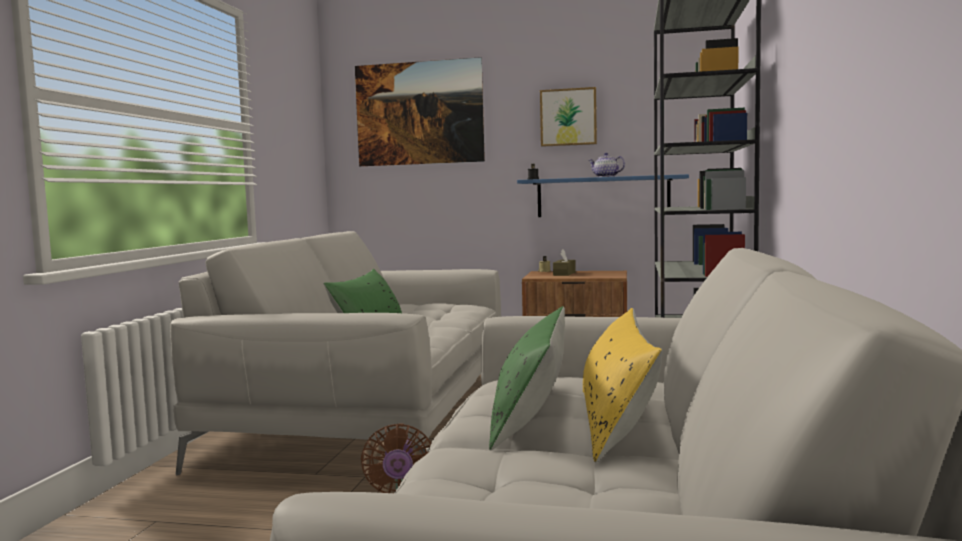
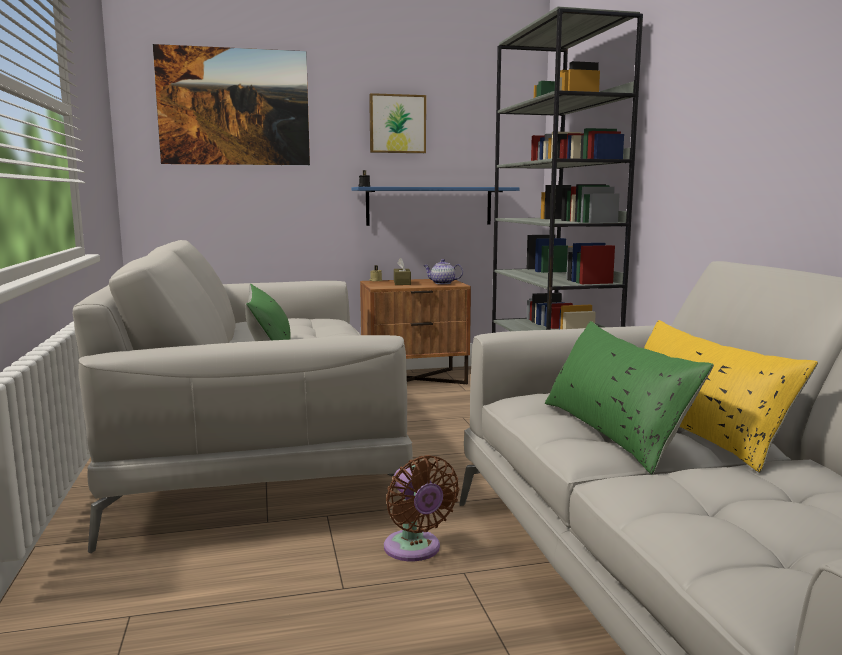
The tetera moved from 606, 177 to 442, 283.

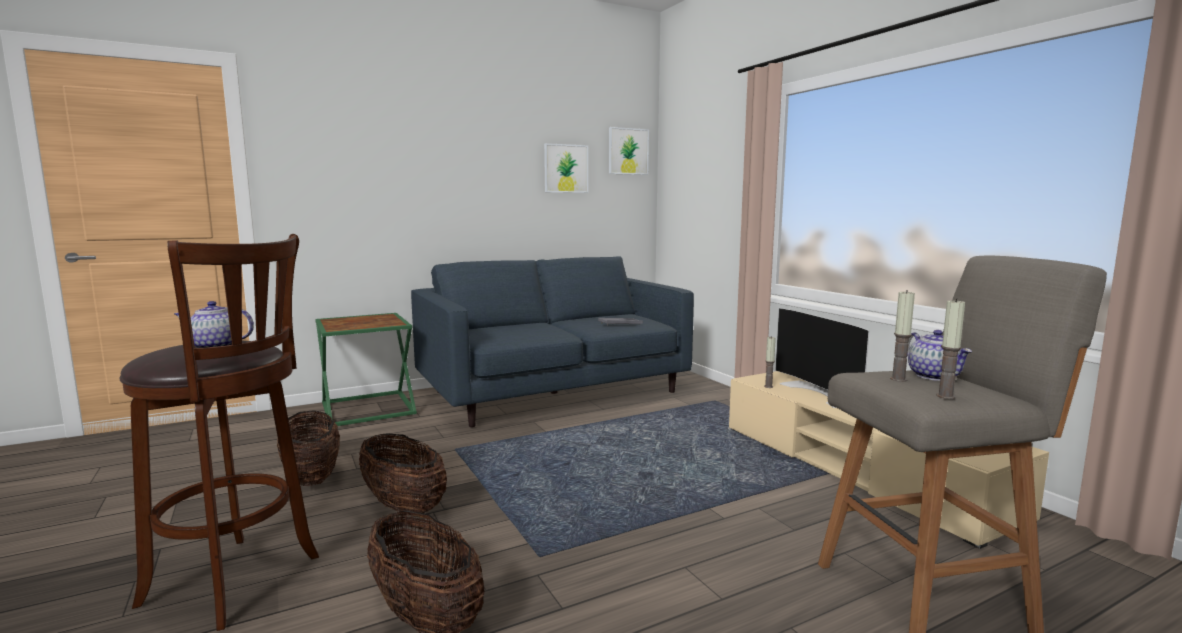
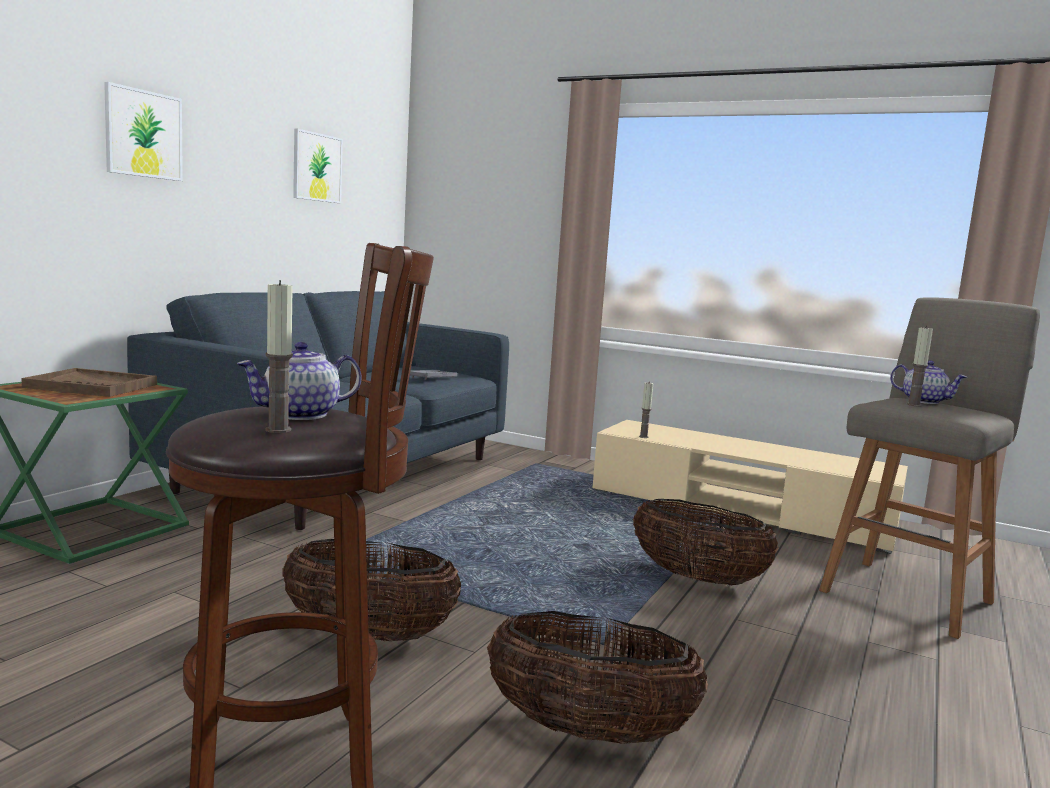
The bandeja [marrón] at 92, 386 appeared.
The cuadro moved from 628, 151 to 143, 134.
The vela moved from 945, 396 to 278, 430.
The cesta moved from 312, 477 to 698, 578.
The televisor at 822, 393 disappeared.

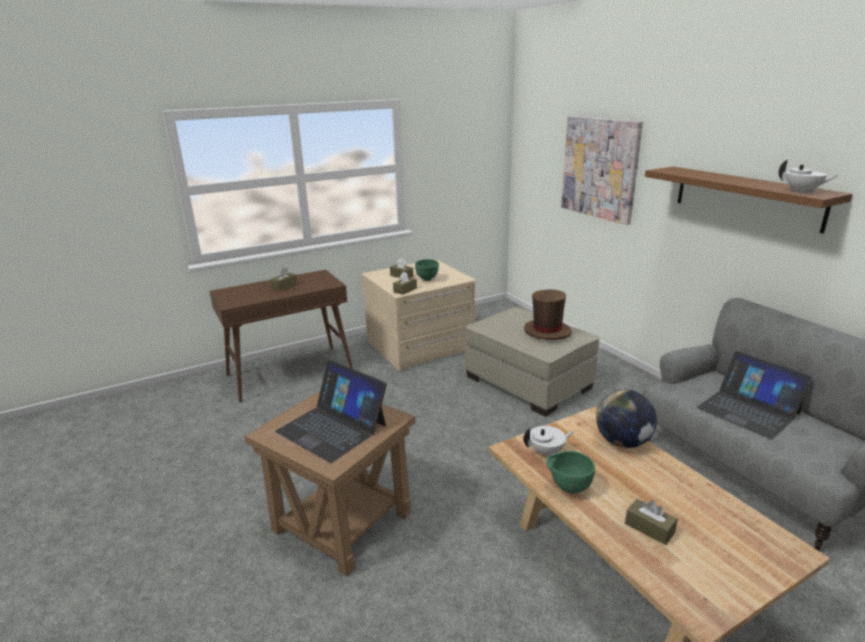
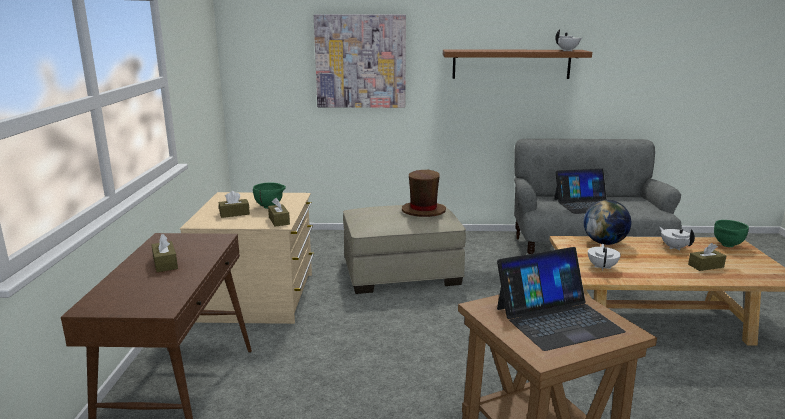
The tetera [blanco] at 674, 247 appeared.
The cuenco [verde] moved from 568, 488 to 727, 246.

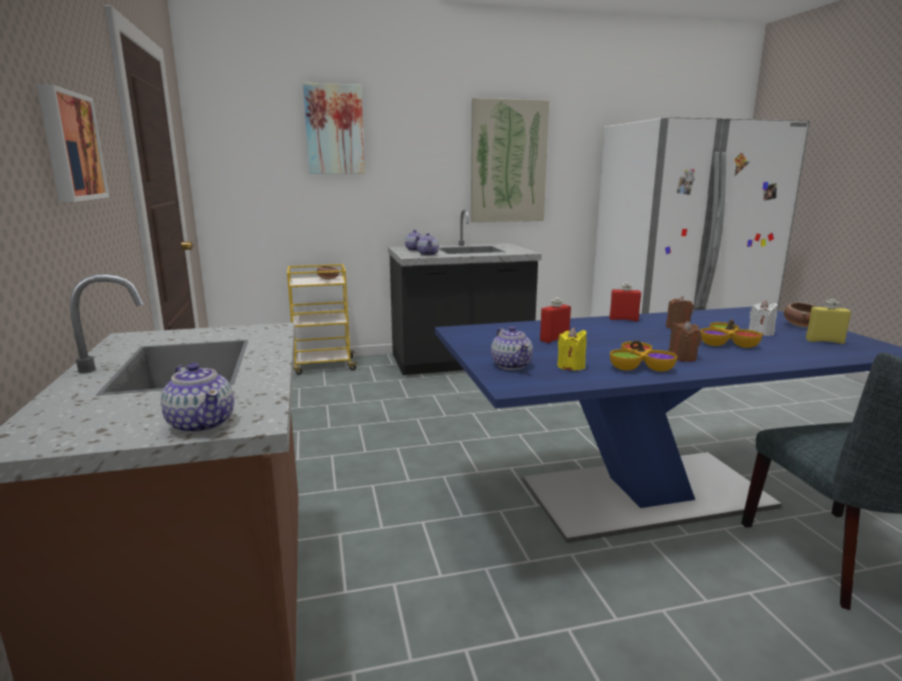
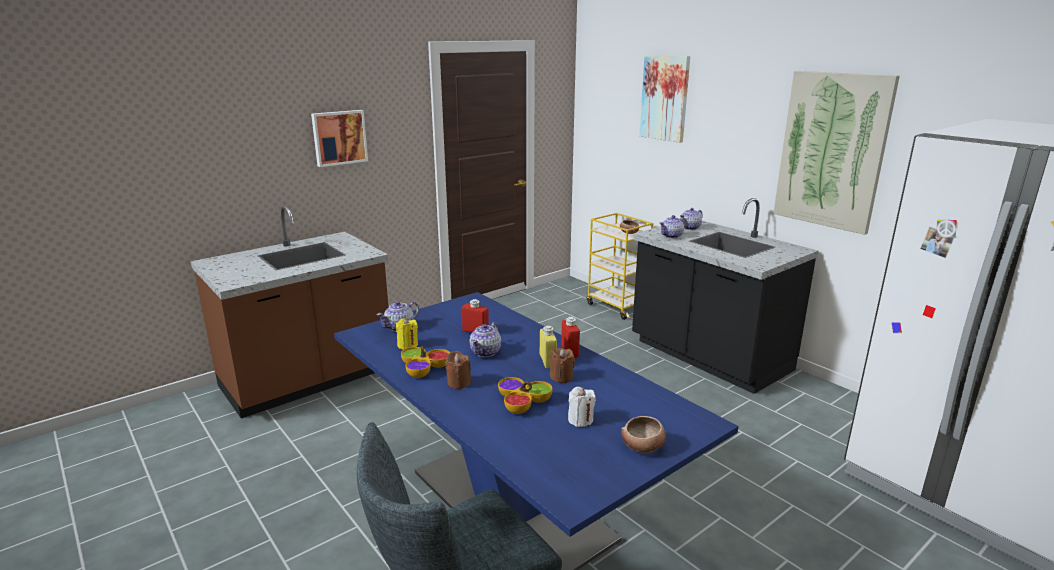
The tetera moved from 201, 423 to 486, 352.
The botella [amarillo] moved from 824, 341 to 547, 361.

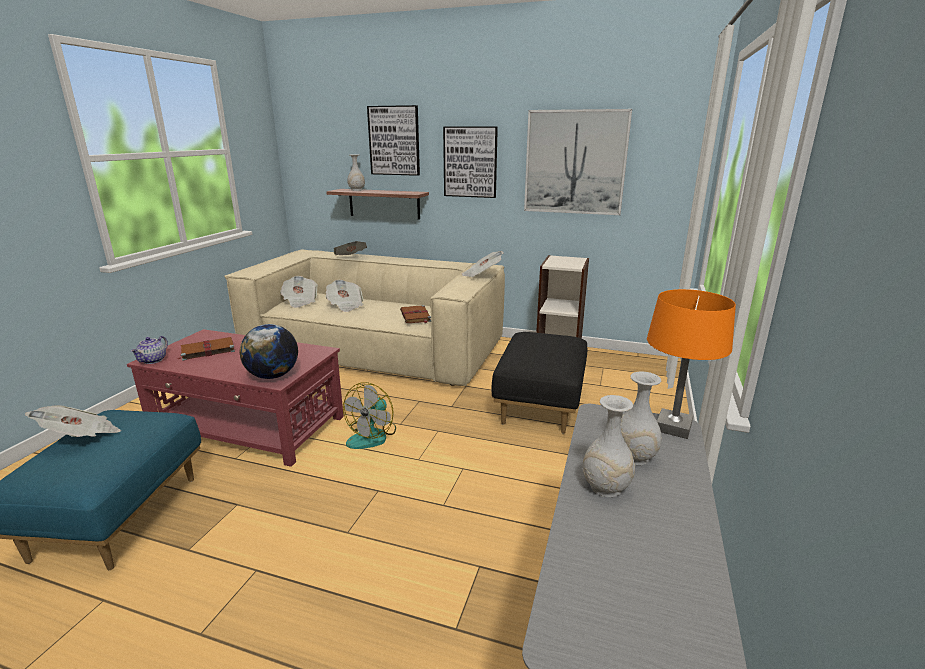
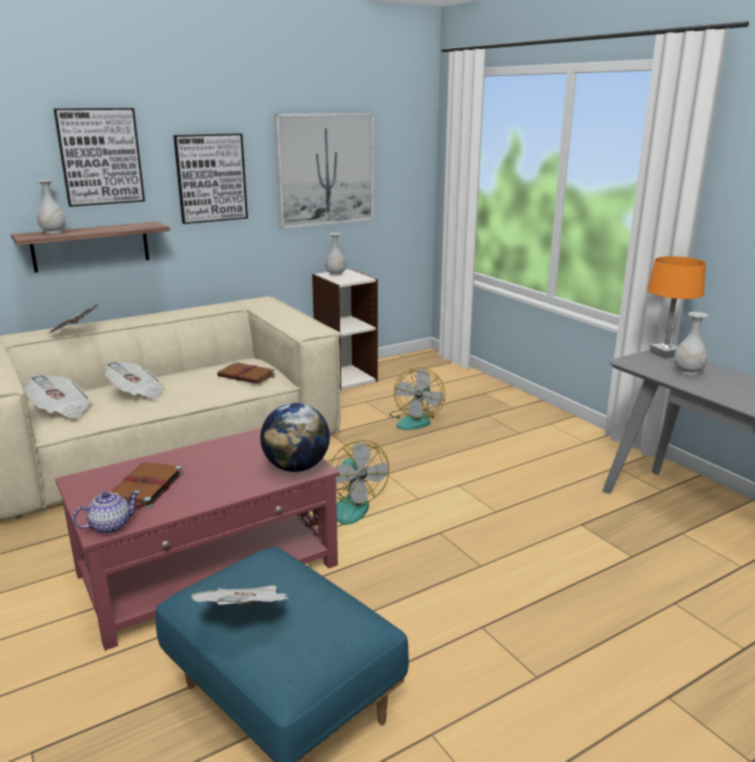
The tetera at 153, 360 turned 90 degrees counterclockwise.
The florero [blanco] moved from 605, 487 to 335, 274.
The puf [negro] at 540, 406 was replaced by the ventilador at 415, 420.
The periódico at 482, 275 disappeared.

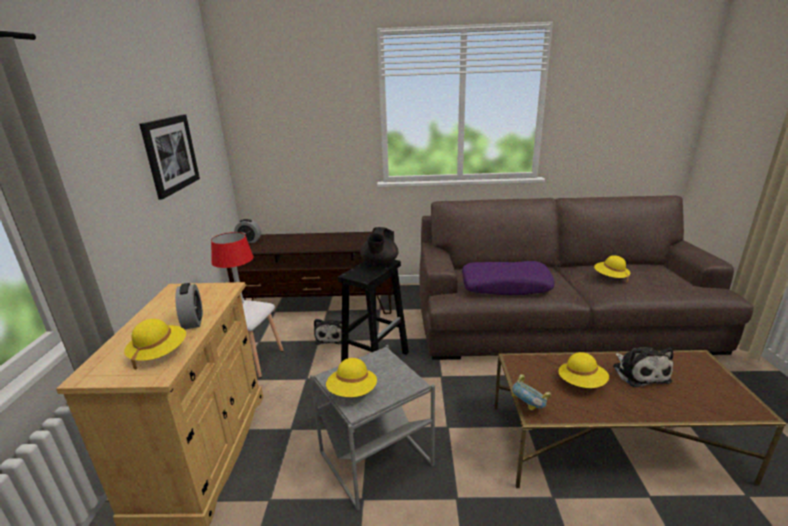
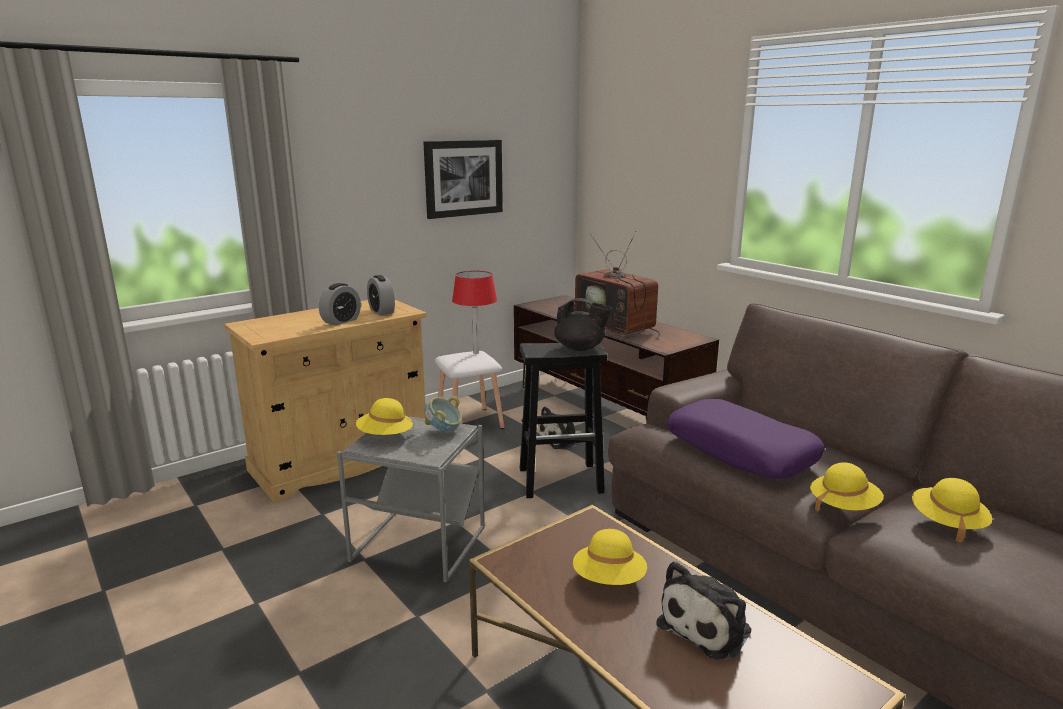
The despertador moved from 249, 241 to 381, 311.
The cuenco moved from 528, 407 to 443, 431.
The tetera [negro] at 379, 263 turned 135 degrees counterclockwise.
The televisor at 618, 328 appeared.
The sombrero [amarillo] moved from 159, 353 to 843, 506.

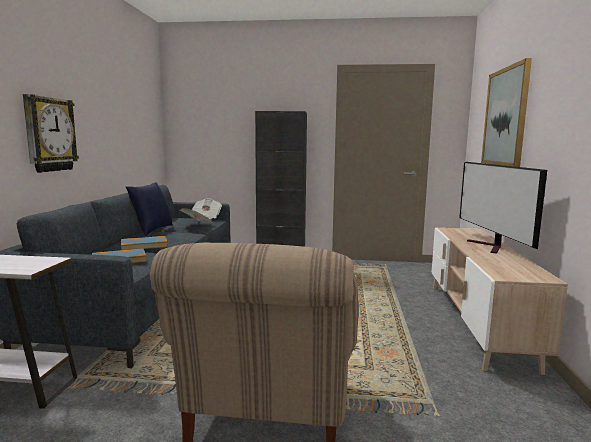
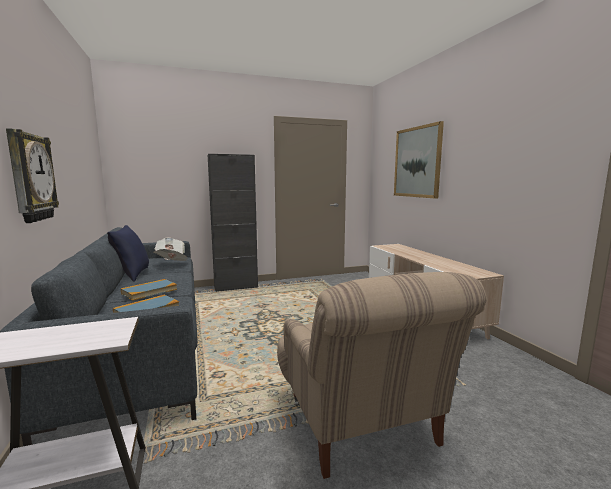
The televisor at 490, 247 disappeared.

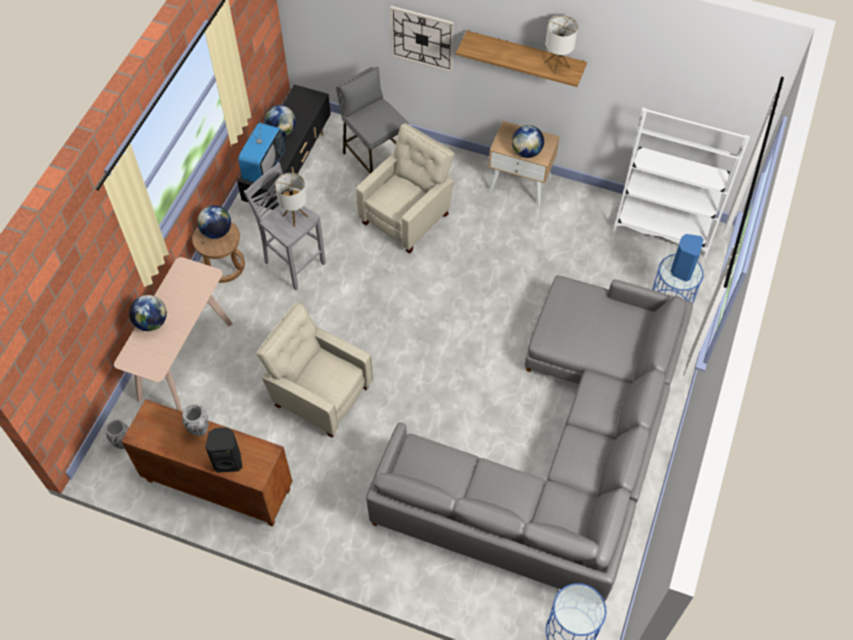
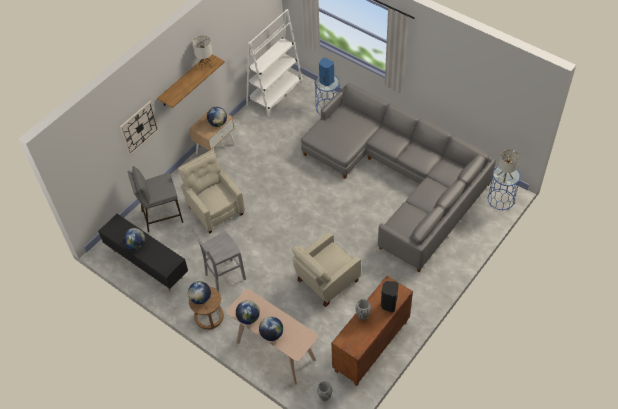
The globo terráqueo at 248, 318 appeared.
The lámpara de mesa moved from 295, 216 to 505, 177.
The televisor at 263, 166 disappeared.

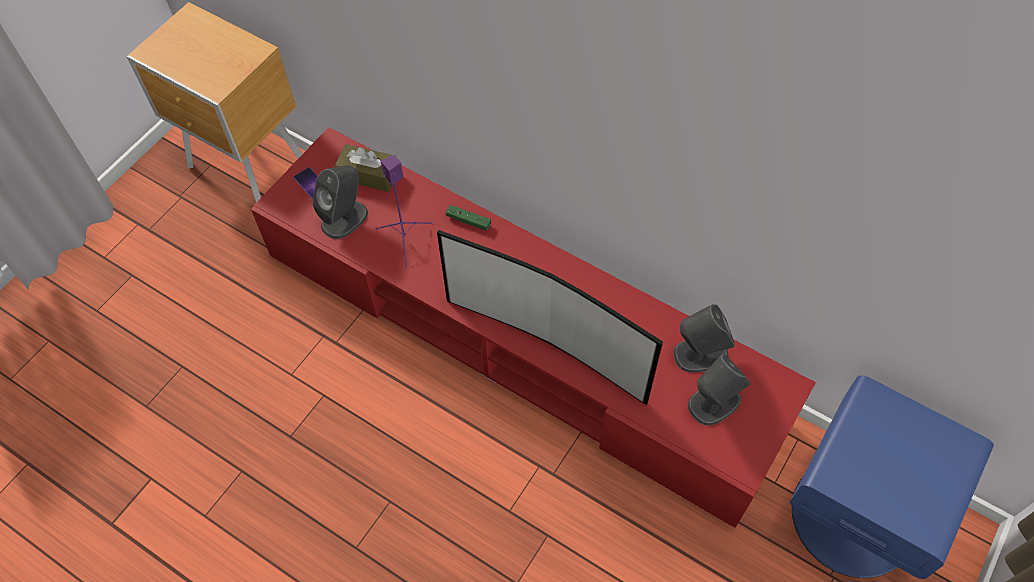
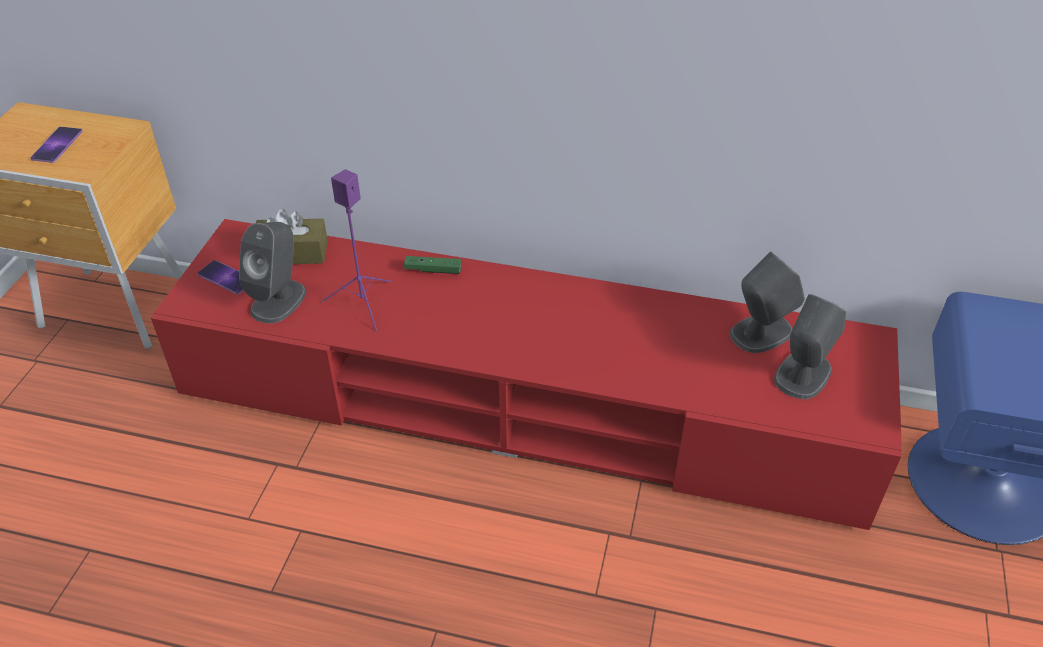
The móvil at 57, 145 appeared.
The televisor at 548, 343 disappeared.

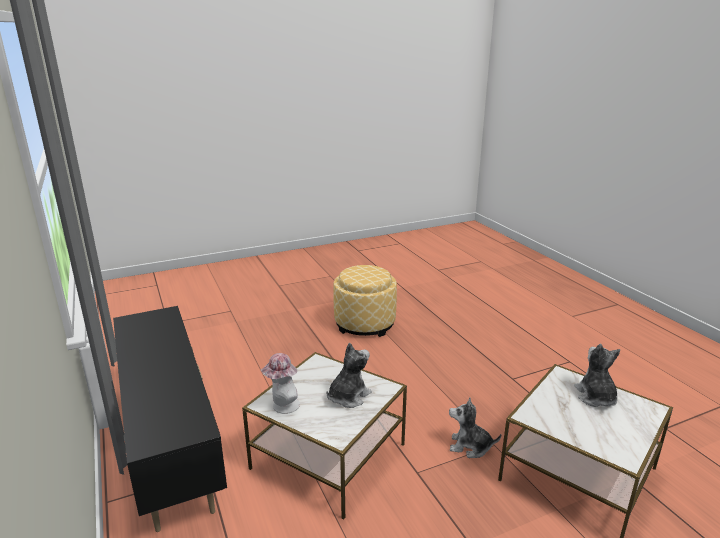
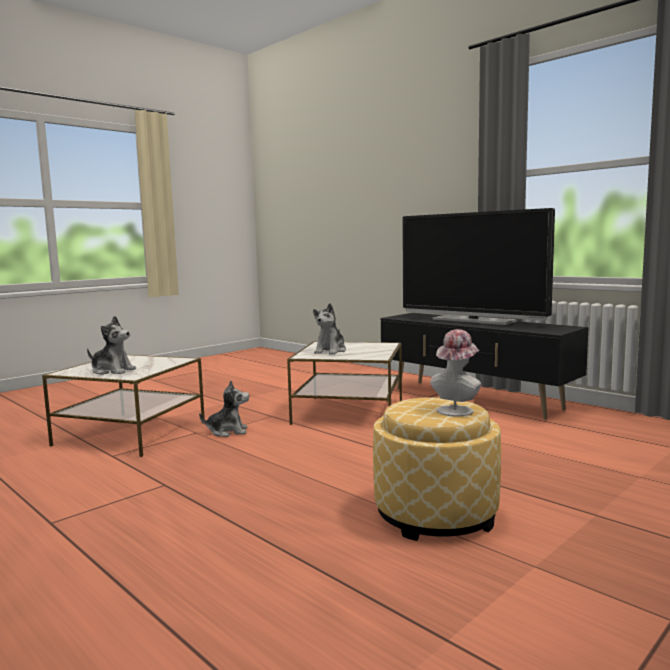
The peluche at 595, 397 turned 45 degrees counterclockwise.
The televisor at 473, 320 appeared.
The sombrero moved from 282, 406 to 457, 409.

